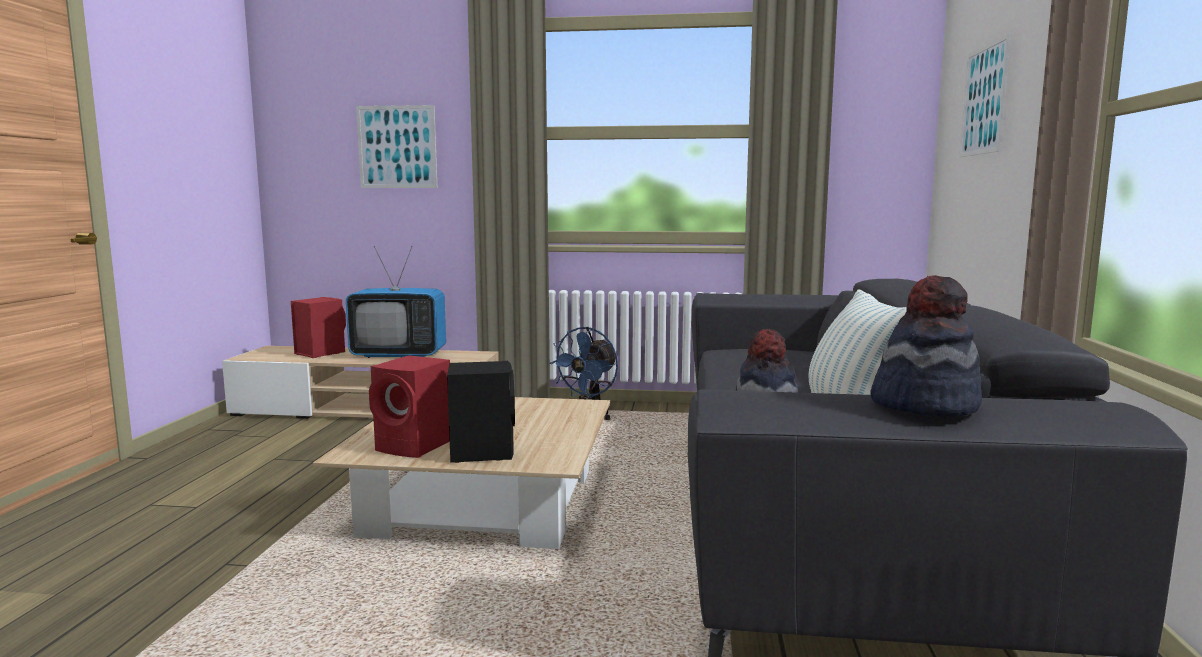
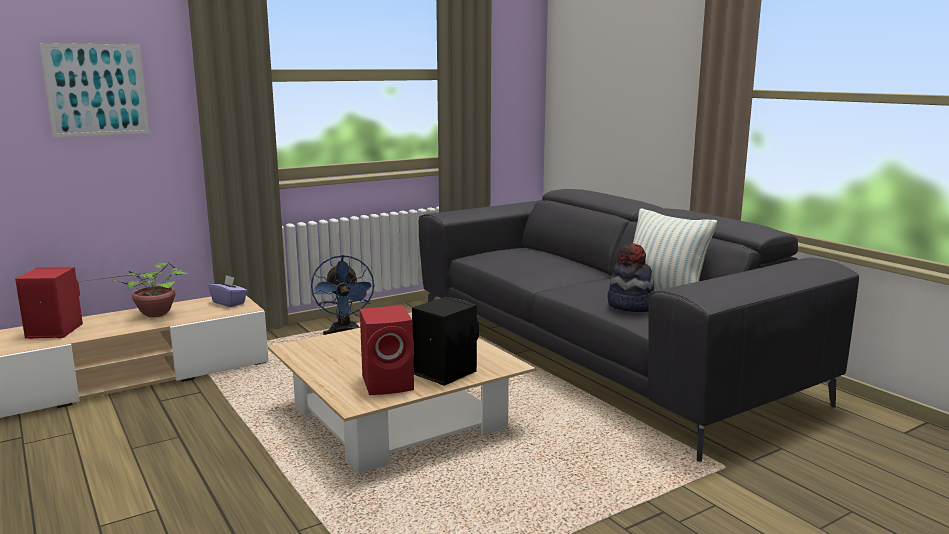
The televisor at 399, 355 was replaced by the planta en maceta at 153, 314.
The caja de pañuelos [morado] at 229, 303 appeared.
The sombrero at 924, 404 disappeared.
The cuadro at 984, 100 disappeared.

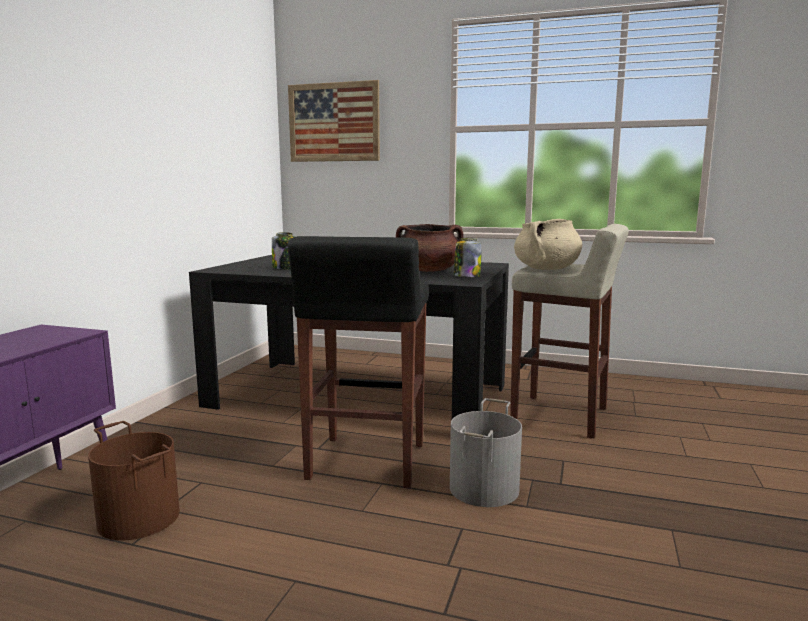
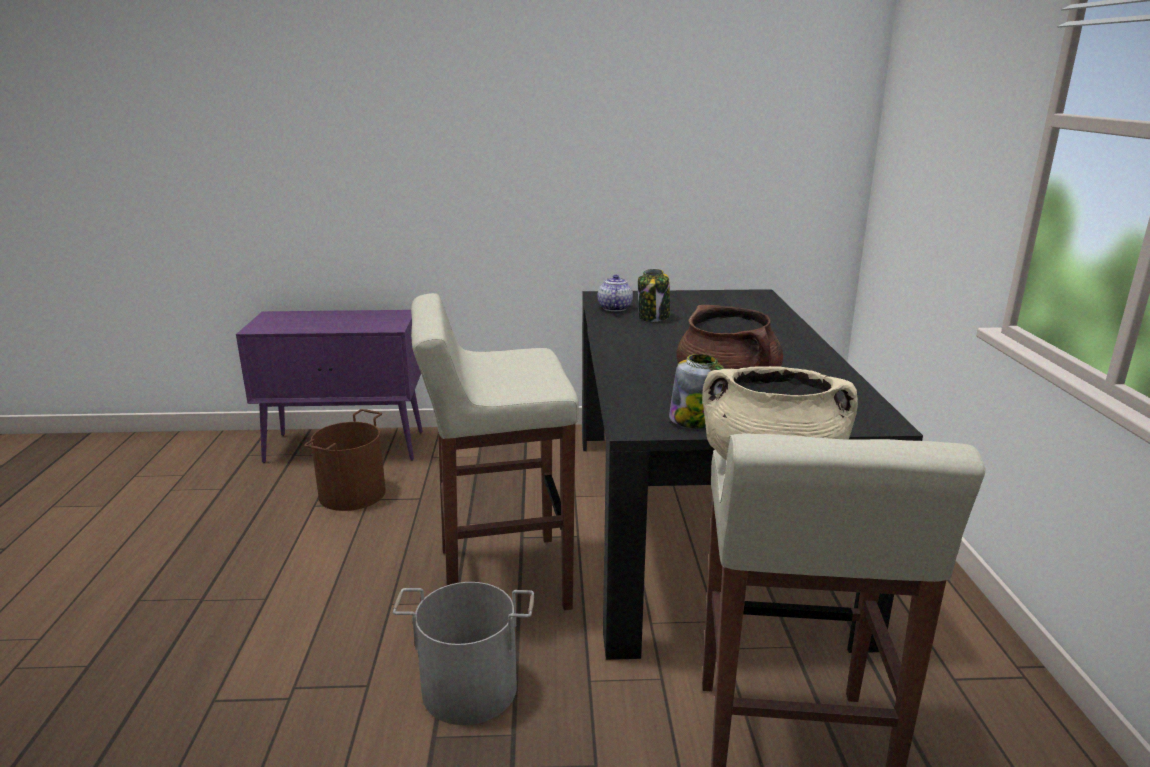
The taburete [negro] at 366, 462 became the taburete [beis] at 501, 578.
The tetera at 614, 308 appeared.
The cuadro at 334, 122 disappeared.

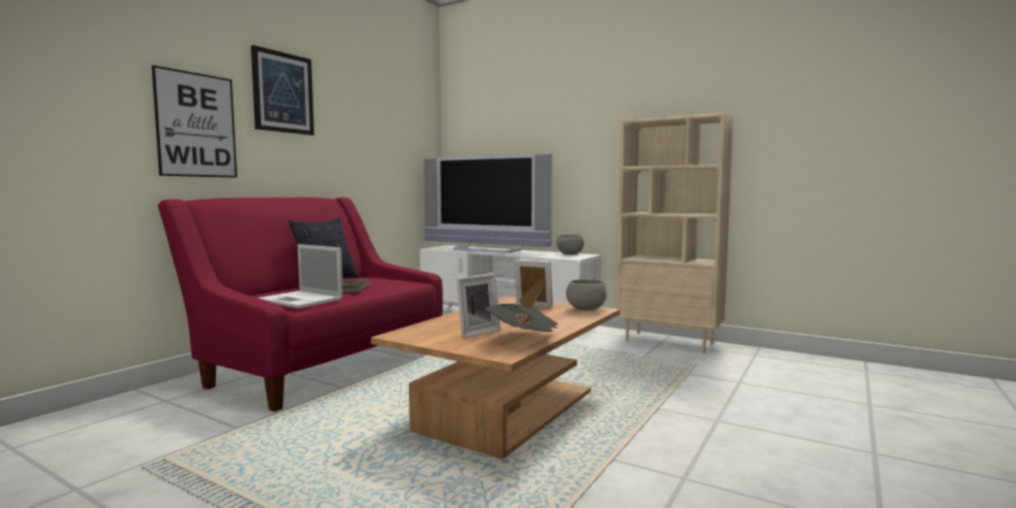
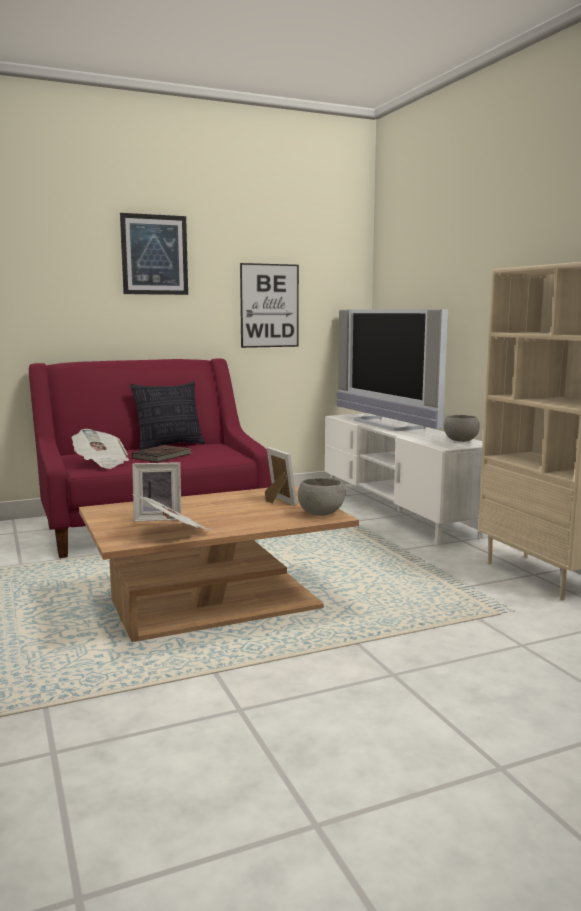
The portátil at 301, 300 was replaced by the periódico at 101, 463.
The cuadro moved from 196, 125 to 269, 305.

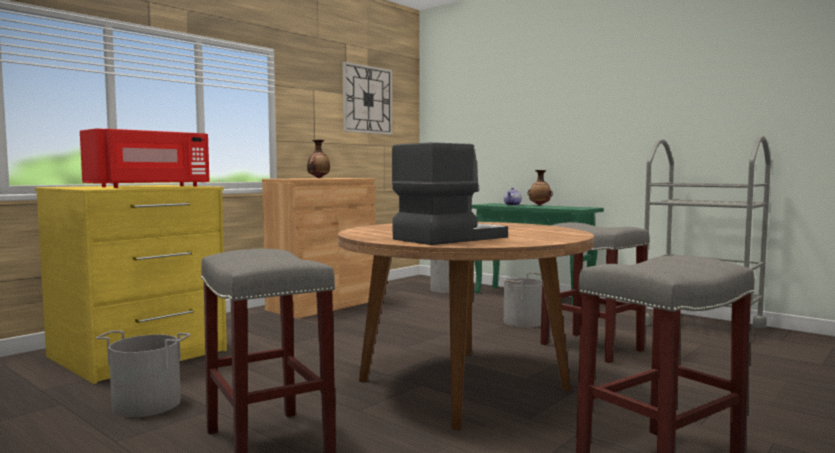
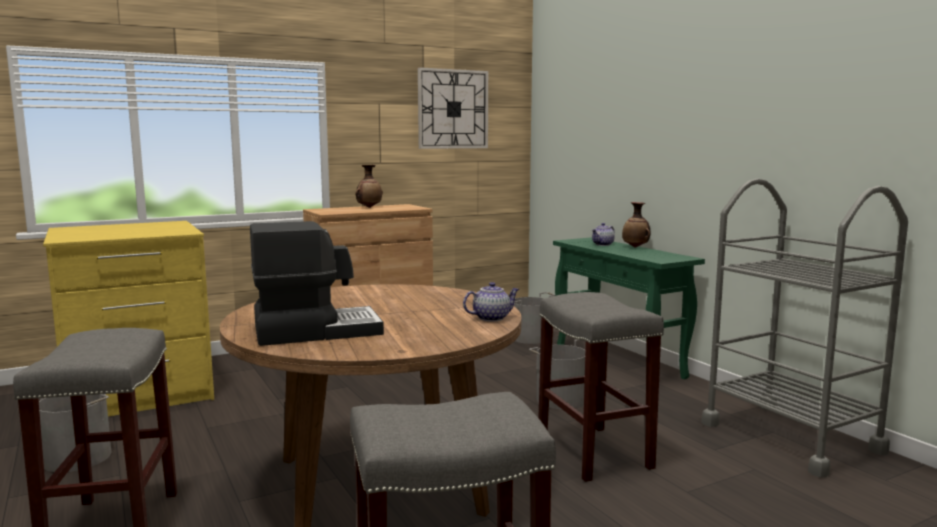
The tetera at 491, 318 appeared.
The microondas [rojo] at 151, 186 disappeared.

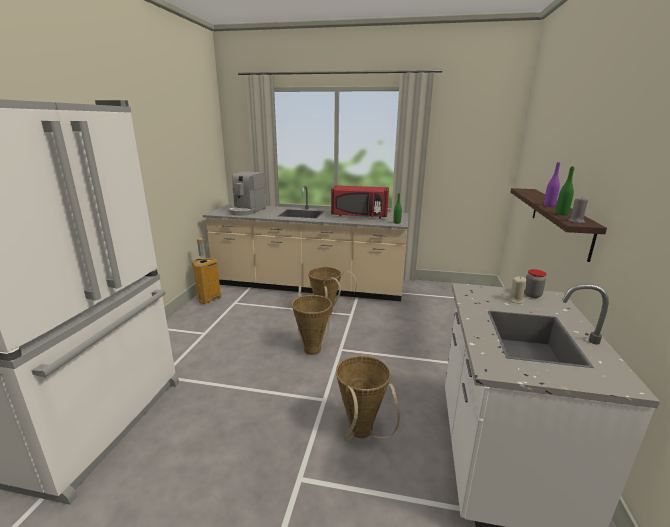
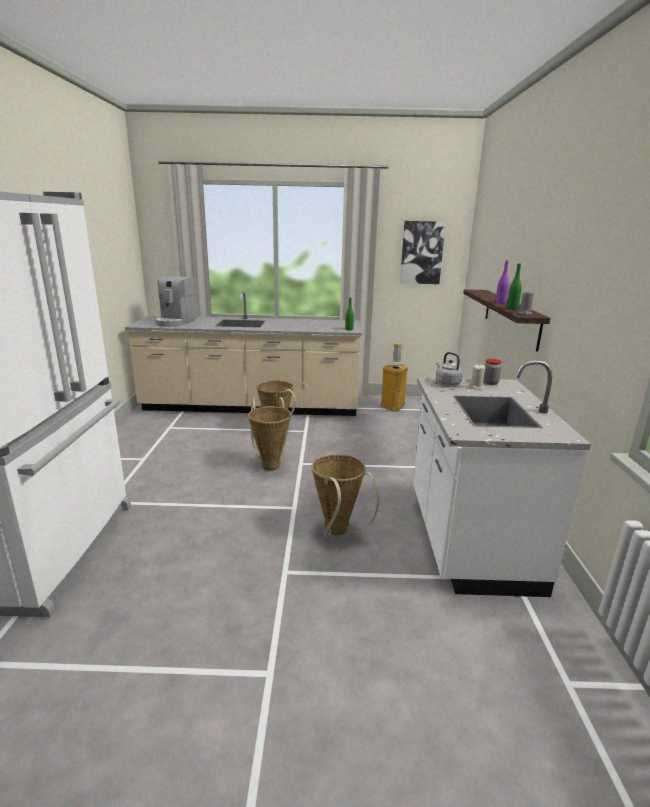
The papelera moved from 208, 299 to 393, 407.
The cuadro at 421, 252 appeared.
The hervidor [gris] at 446, 383 appeared.
The microondas [rojo] at 359, 216 disappeared.

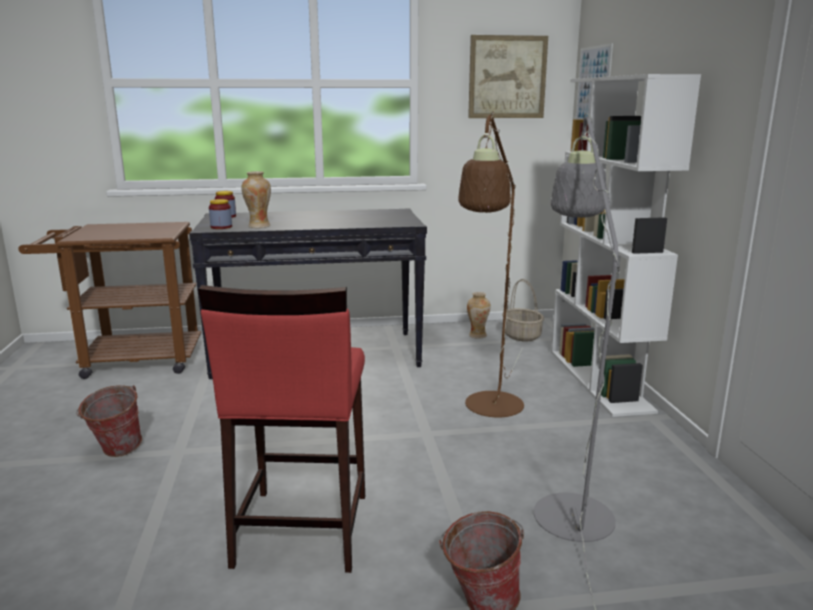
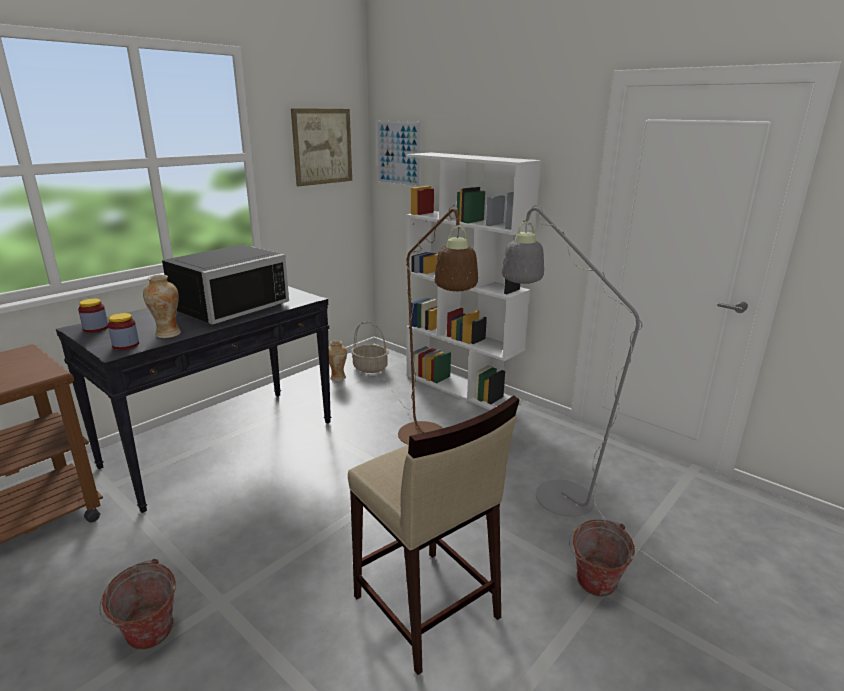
The microondas [negro] at 227, 306 appeared.
The taburete [rojo] at 300, 530 became the taburete [beis] at 425, 608.

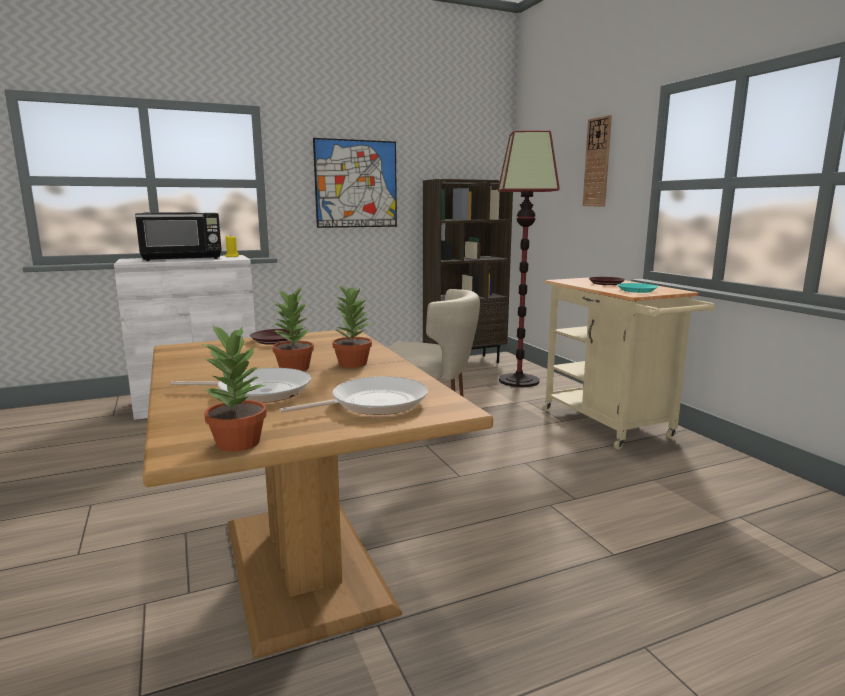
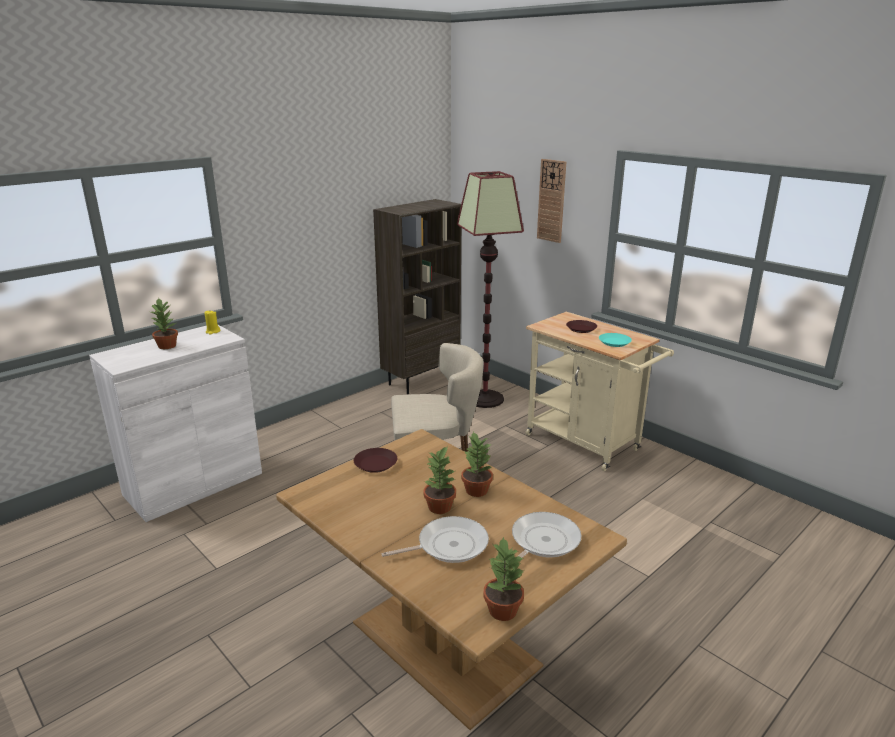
The microondas [negro] at 183, 258 was replaced by the planta en maceta at 167, 346.
The cuadro at 356, 184 disappeared.

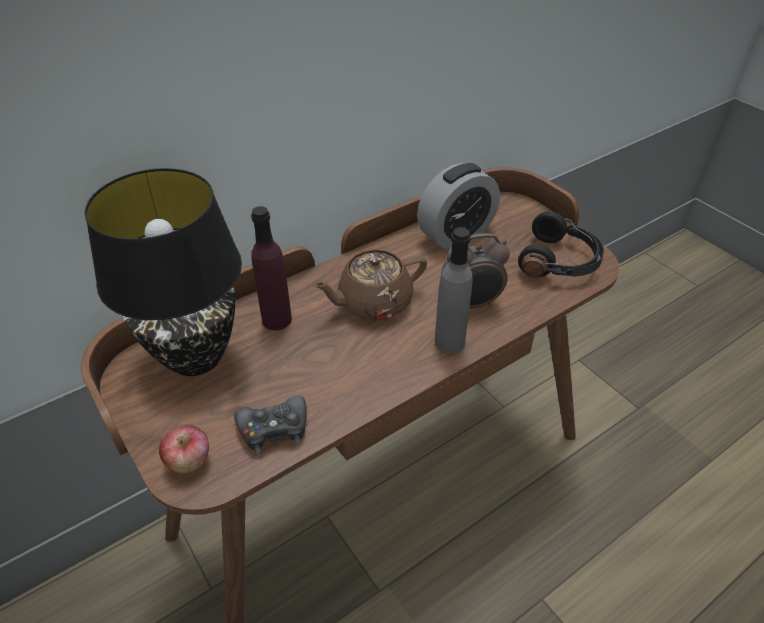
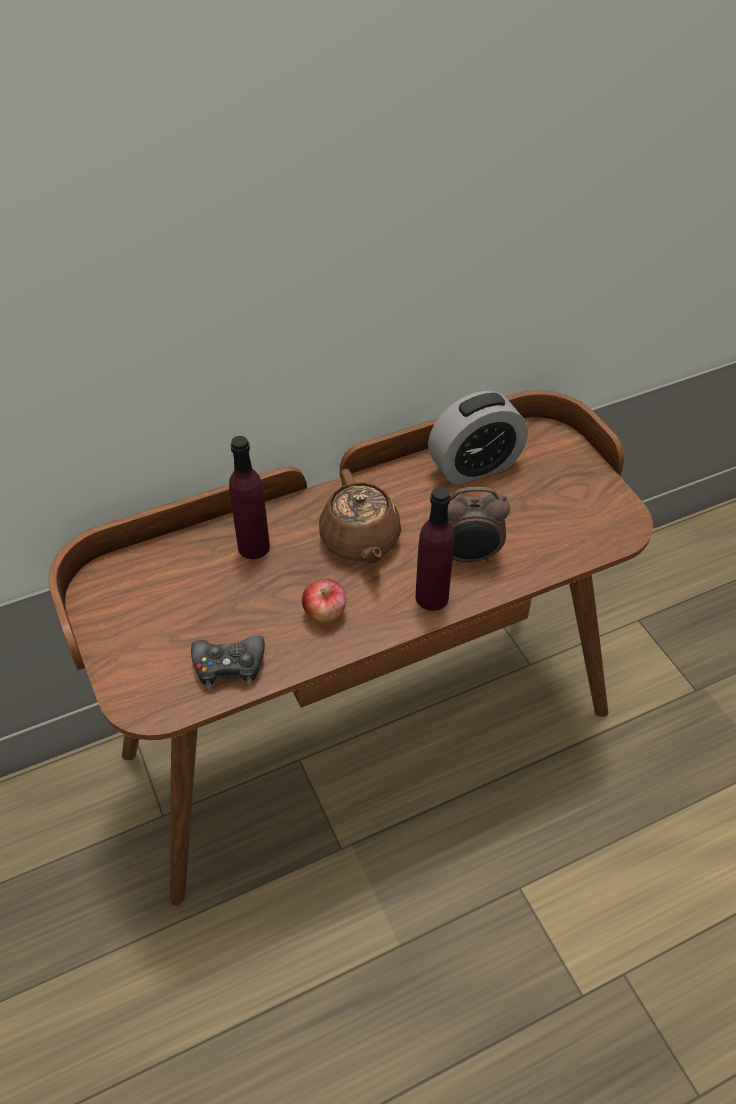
The manzana moved from 189, 461 to 325, 613.
The tetera [marrón] at 373, 303 turned 90 degrees counterclockwise.
The botella [gris] at 449, 342 became the botella [morado] at 431, 597.
The lámpara de mesa [negro] at 194, 357 disappeared.
The auriculares [negro] at 559, 262 disappeared.

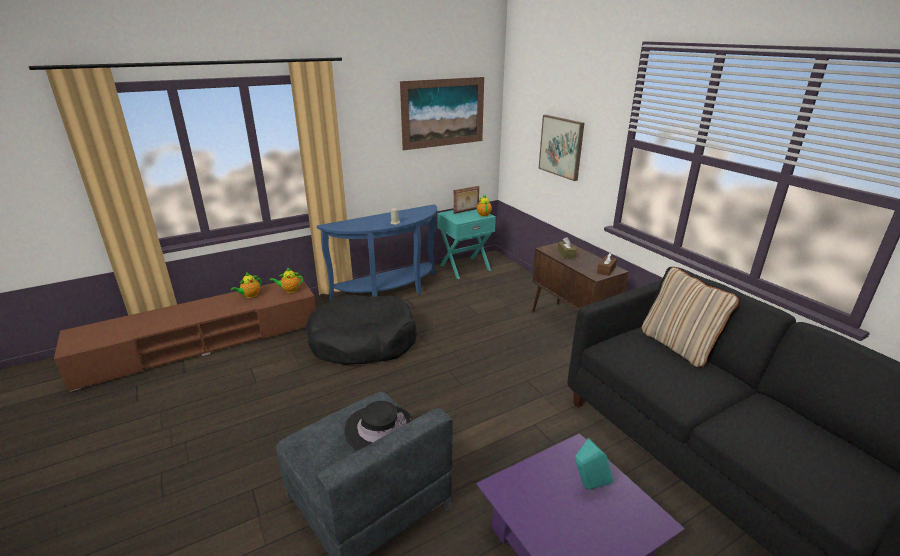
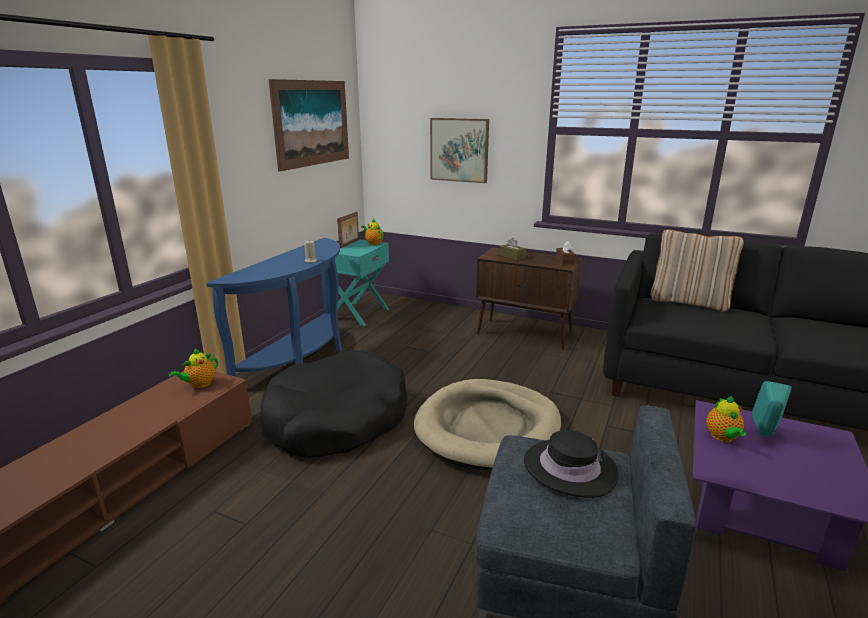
The cama para perro [beis] at 488, 428 appeared.
The tetera moved from 250, 296 to 723, 438.

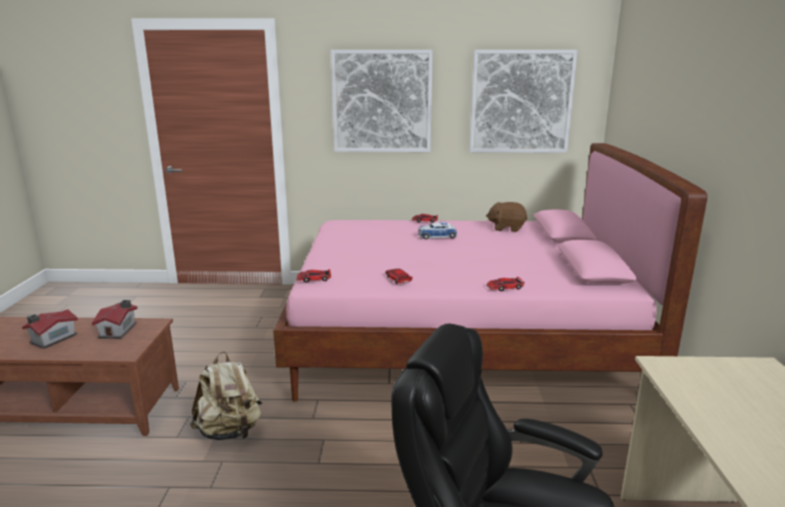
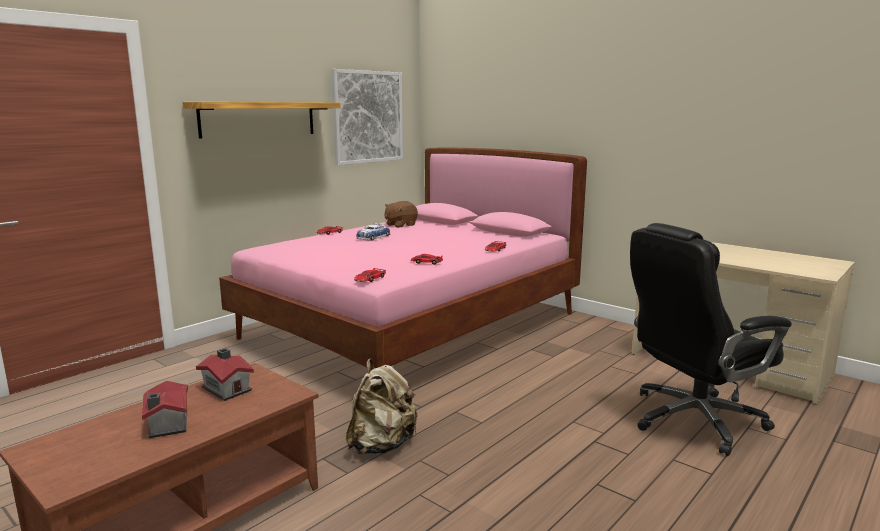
The cuadro at 382, 101 was replaced by the estante at 259, 119.

